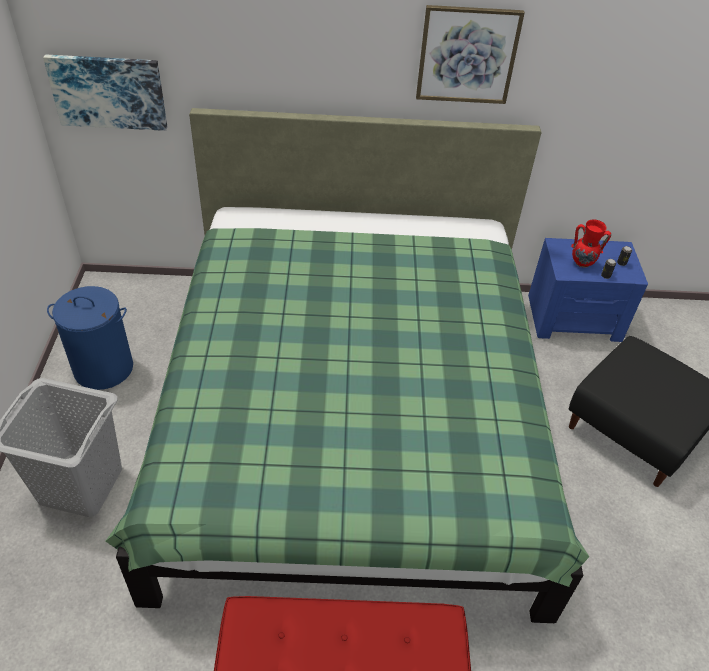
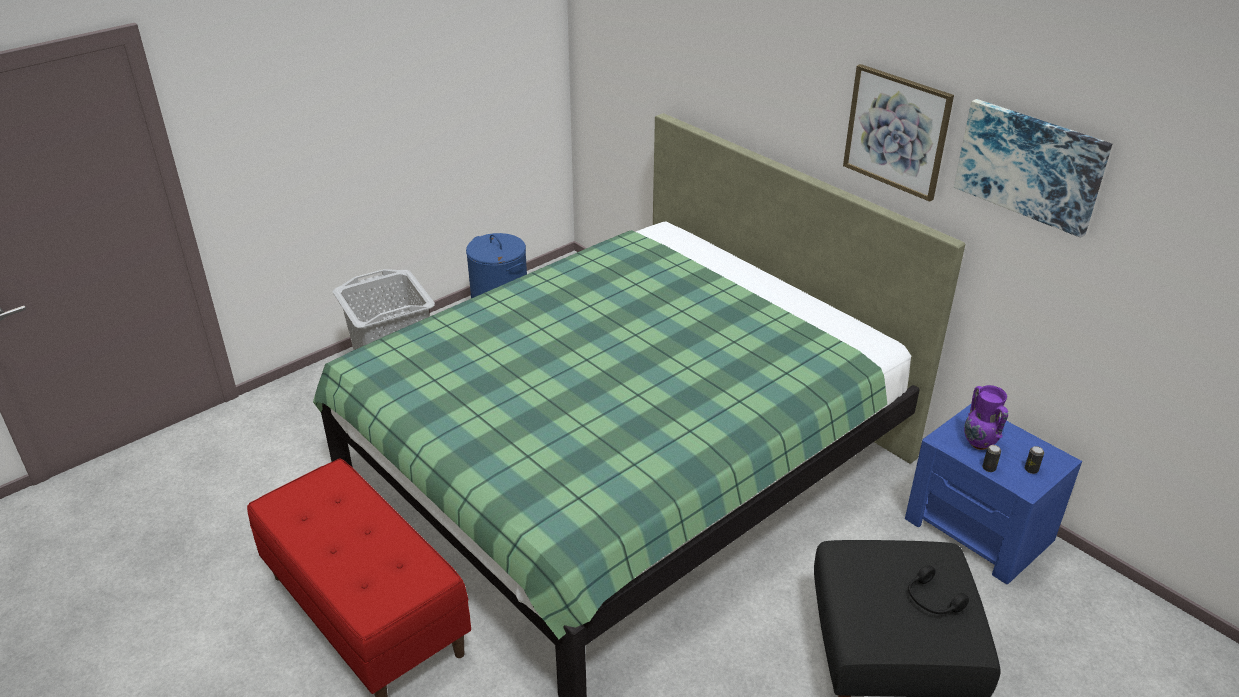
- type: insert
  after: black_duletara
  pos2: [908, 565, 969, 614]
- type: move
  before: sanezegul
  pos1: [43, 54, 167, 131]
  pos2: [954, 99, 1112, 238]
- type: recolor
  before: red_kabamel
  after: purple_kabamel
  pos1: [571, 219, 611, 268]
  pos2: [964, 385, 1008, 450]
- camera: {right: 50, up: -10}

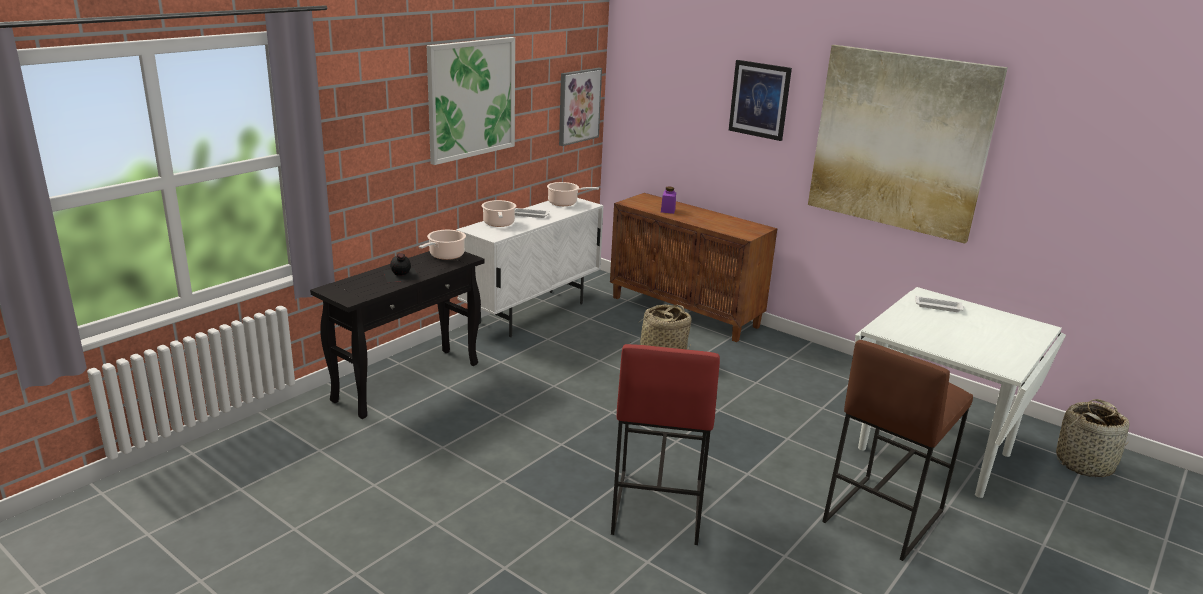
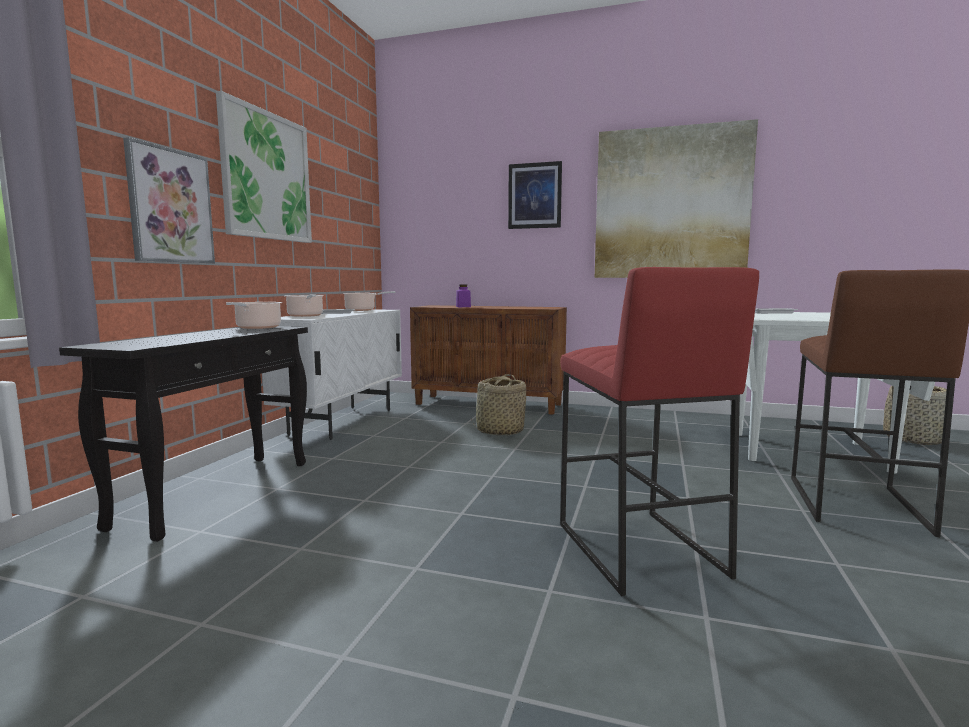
- type: move
  before: sanezegul
  pos1: [559, 68, 602, 146]
  pos2: [123, 137, 215, 264]
- type: delete
  before: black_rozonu
  pos1: [383, 253, 419, 282]
- camera: {right: -20, up: -15}

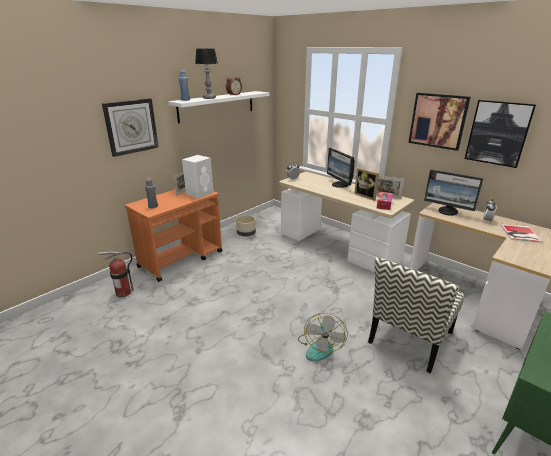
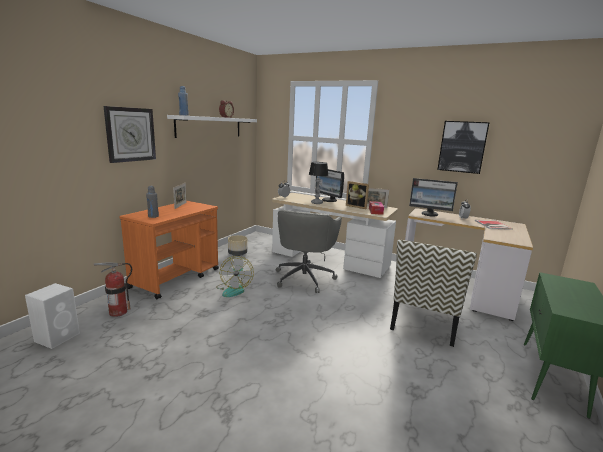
- type: move
  before: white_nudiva
  pos1: [182, 155, 213, 199]
  pos2: [25, 283, 80, 349]
- type: move
  before: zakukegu
  pos1: [298, 313, 348, 361]
  pos2: [216, 256, 254, 297]
- type: insert
  after: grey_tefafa
  pos2: [275, 210, 342, 293]
- type: move
  before: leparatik
  pos1: [195, 49, 218, 99]
  pos2: [309, 162, 329, 204]
- type: delete
  before: sanezegul
  pos1: [408, 93, 471, 151]
- camera: {right: -15, up: -10}

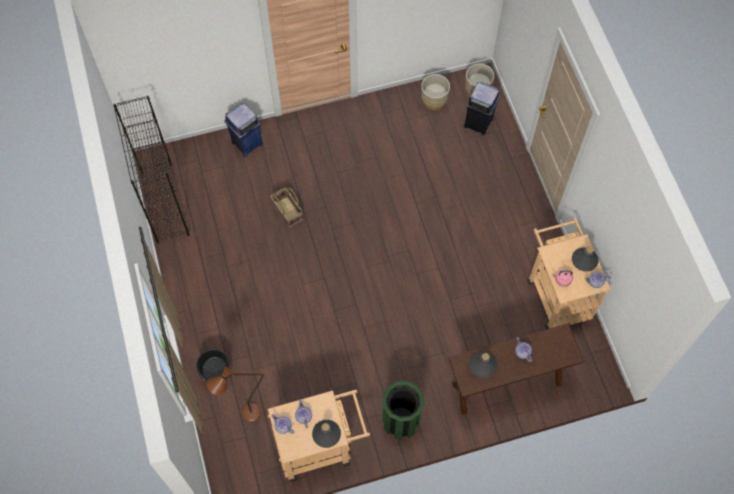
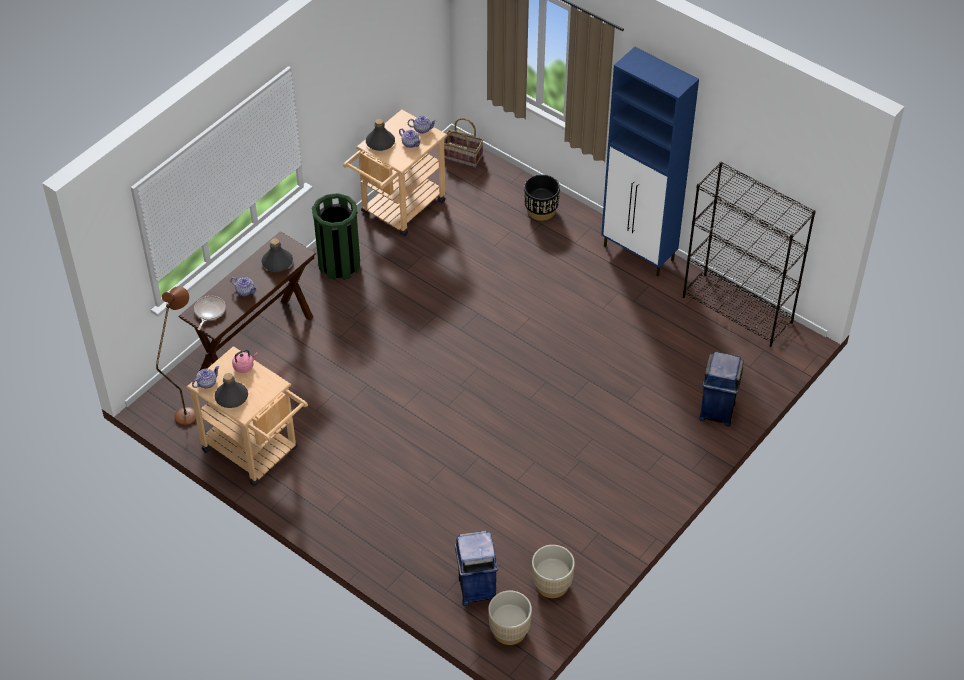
- type: move
  before: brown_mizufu
  pos1: [207, 367, 264, 422]
  pos2: [156, 286, 196, 426]
- type: insert
  after: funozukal
  pos2: [194, 296, 226, 330]
- type: move
  before: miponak
  pos1: [270, 187, 303, 228]
  pos2: [444, 118, 484, 168]
- type: insert
  after: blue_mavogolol
  pos2: [601, 47, 699, 276]
- camera: {right: 145, up: -15}

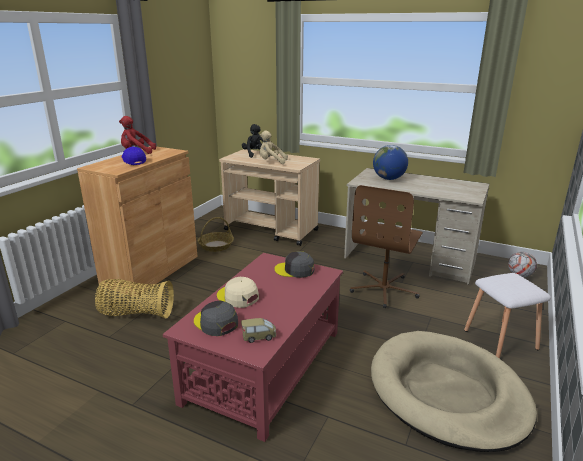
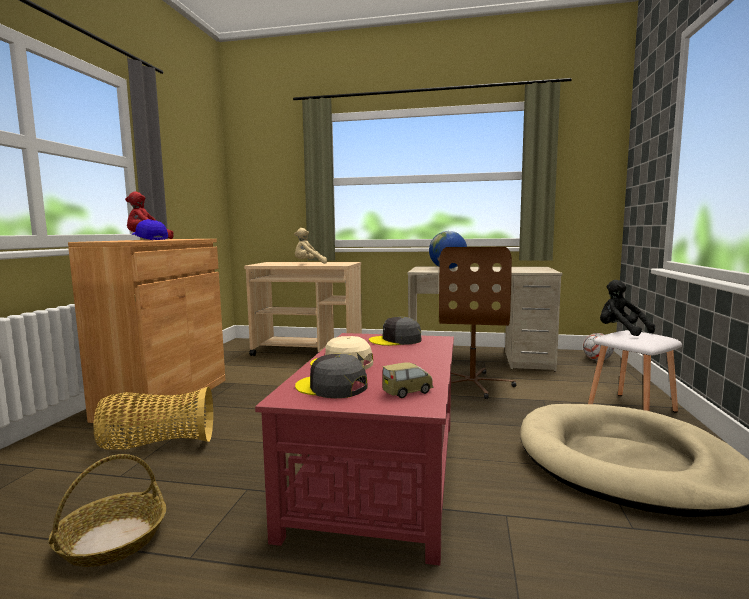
- type: move
  before: miponak
  pos1: [198, 217, 234, 252]
  pos2: [49, 454, 166, 567]
- type: move
  before: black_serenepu
  pos1: [242, 124, 264, 158]
  pos2: [600, 280, 655, 336]
- camera: {right: -15, up: -15}

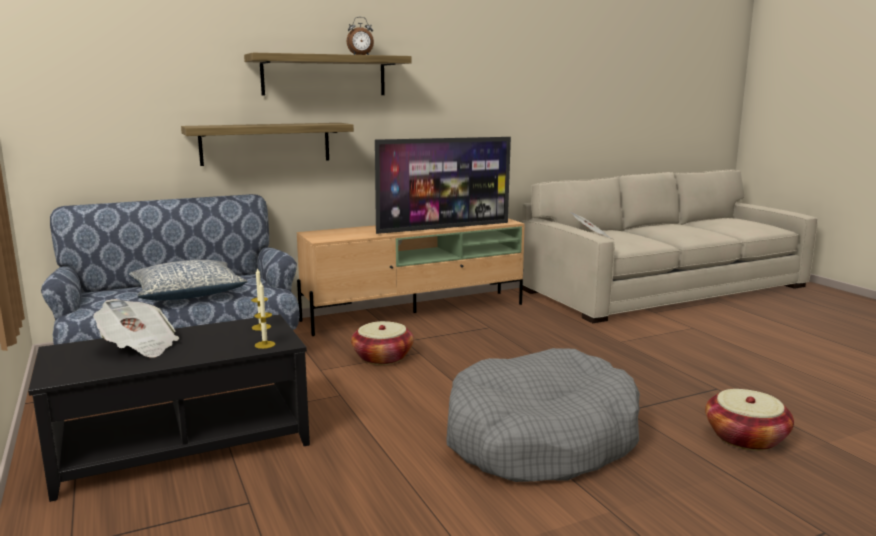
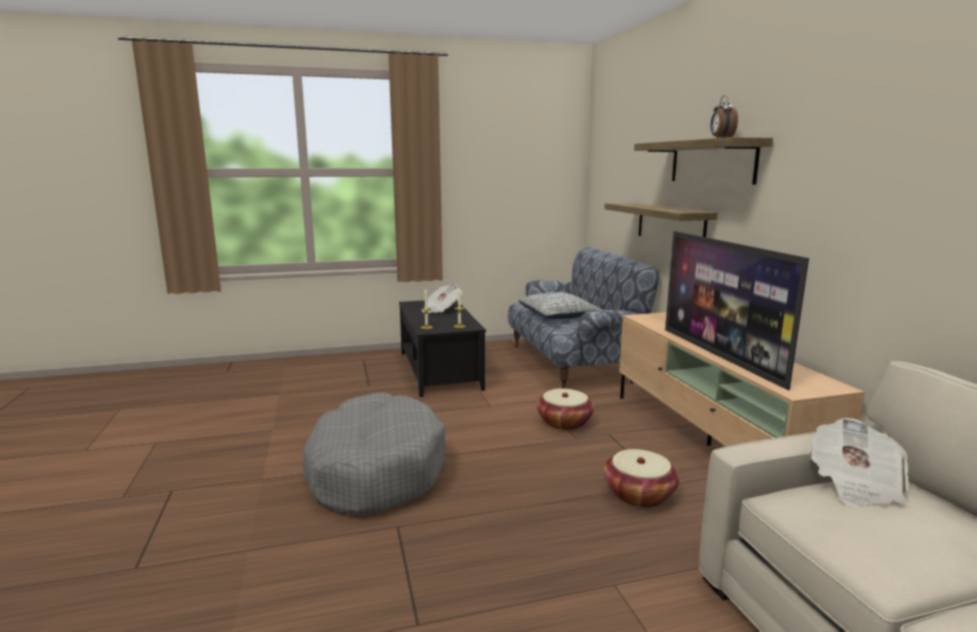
- type: move
  before: miponak
  pos1: [705, 389, 794, 451]
  pos2: [603, 449, 679, 508]
- camera: {right: 100, up: 0}

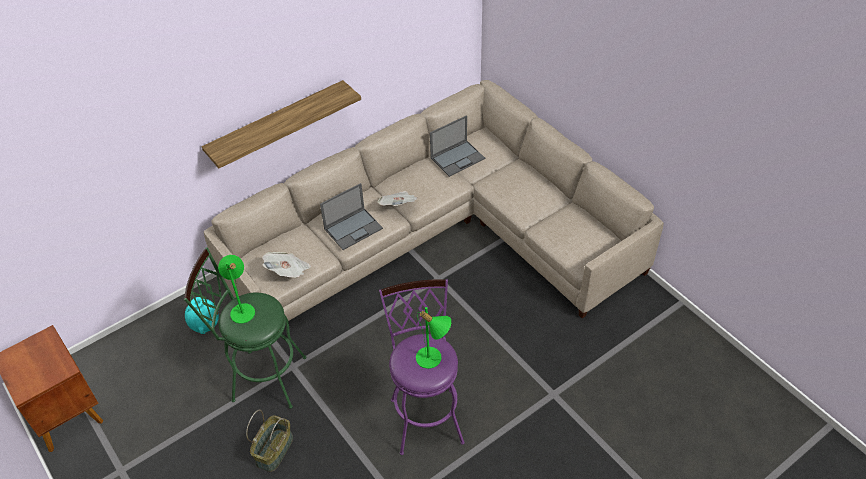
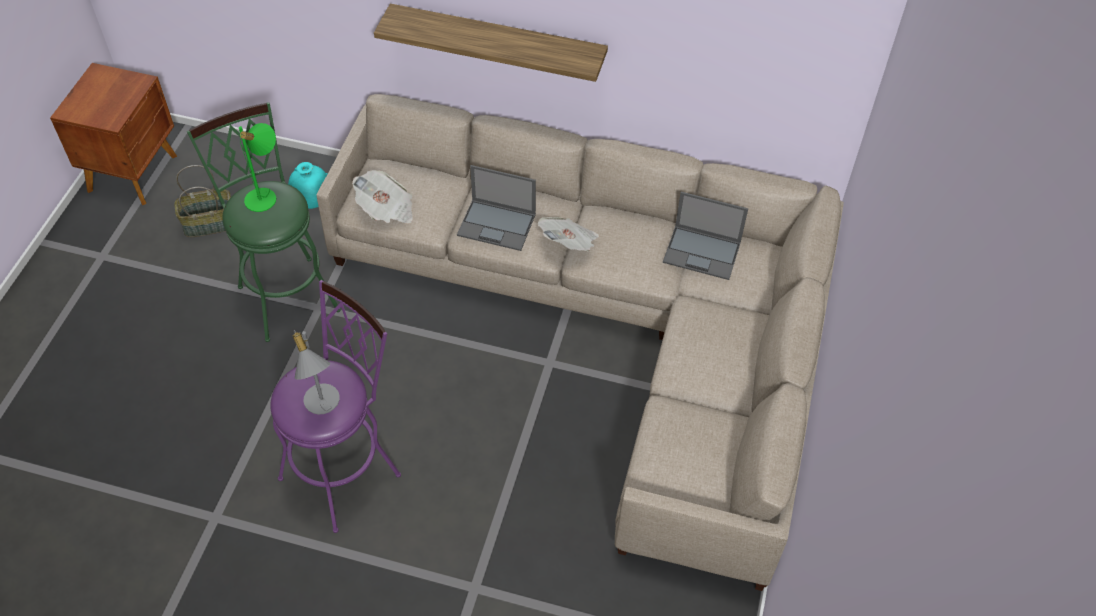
- type: move
  before: miponak
  pos1: [246, 410, 293, 472]
  pos2: [174, 165, 231, 237]
- type: recolor
  before: green_leparatik
  after: grey_leparatik
  pos1: [416, 307, 451, 369]
  pos2: [293, 330, 340, 415]
- camera: {right: 50, up: 5}

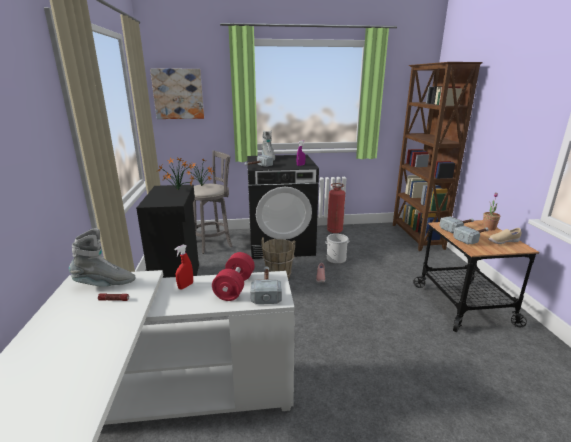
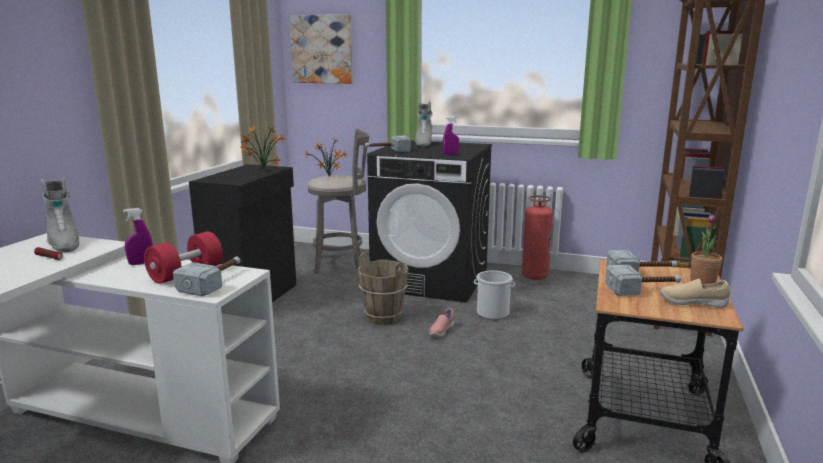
- type: rotate
  before: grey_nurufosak
  pos1: [69, 229, 136, 287]
  pos2: [41, 177, 79, 252]
  turn: 45
- type: recolor
  before: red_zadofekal
  after: purple_zadofekal
  pos1: [174, 244, 193, 289]
  pos2: [123, 208, 153, 265]
- camera: {right: 25, up: -5}

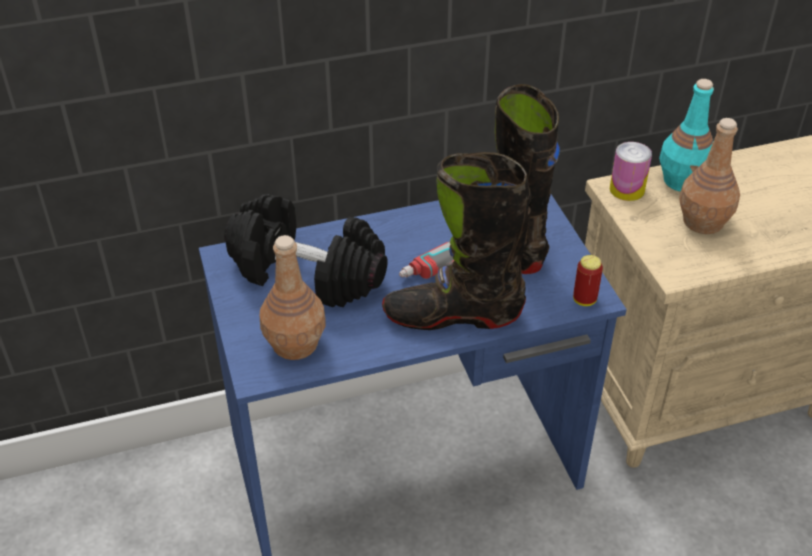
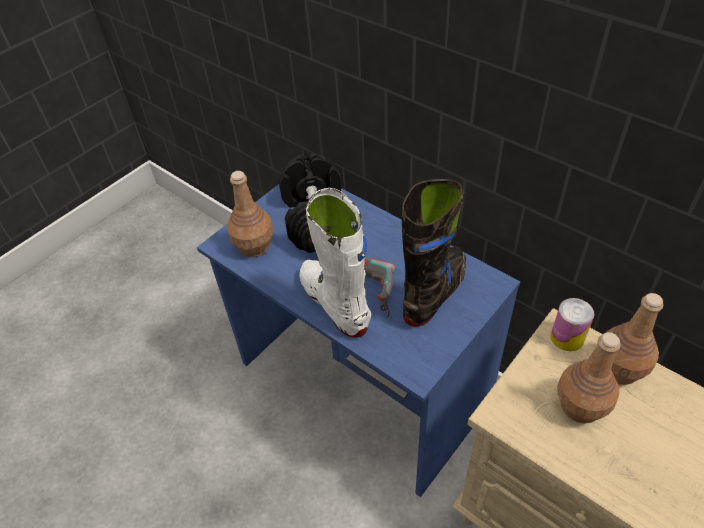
- type: recolor
  before: black_nurufosak
  after: white_nurufosak
  pos1: [382, 152, 531, 330]
  pos2: [299, 188, 371, 338]
- type: recolor
  before: turquoise_rozonu
  after: brown_rozonu
  pos1: [659, 79, 714, 192]
  pos2: [606, 293, 663, 385]
- type: delete
  before: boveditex
  pos1: [573, 255, 603, 306]
- camera: {right: 60, up: 5}

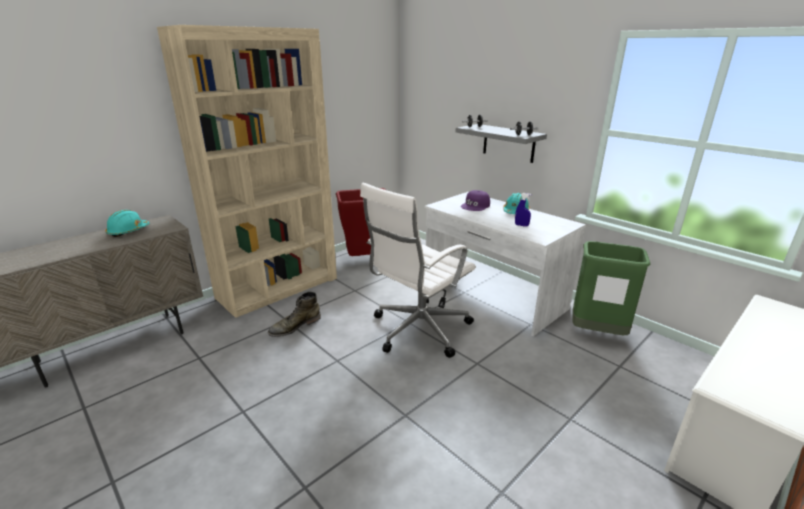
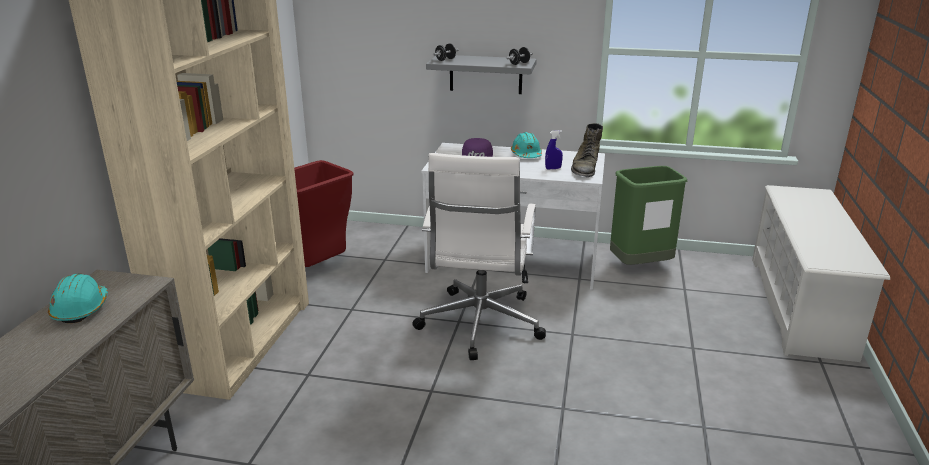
- type: move
  before: green_nurufosak
  pos1: [268, 292, 321, 337]
  pos2: [571, 123, 603, 177]
- camera: {right: -35, up: 0}

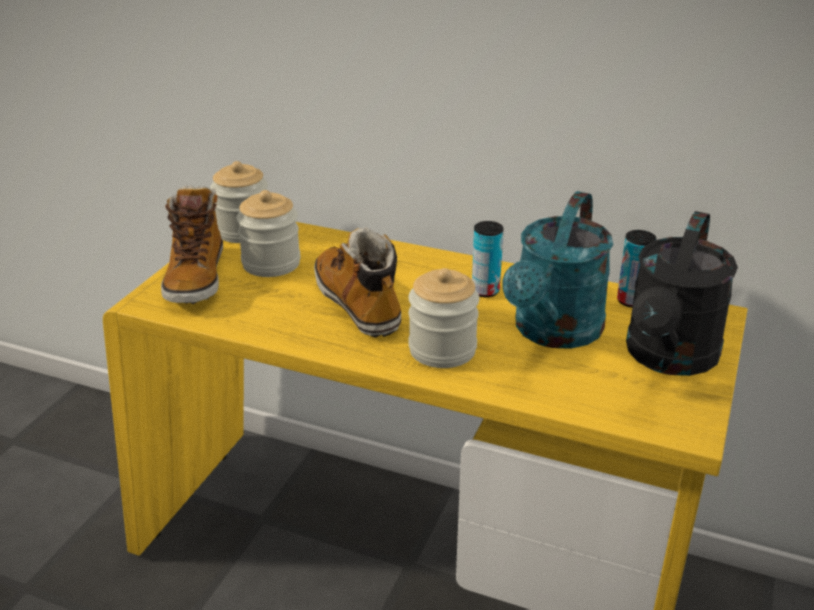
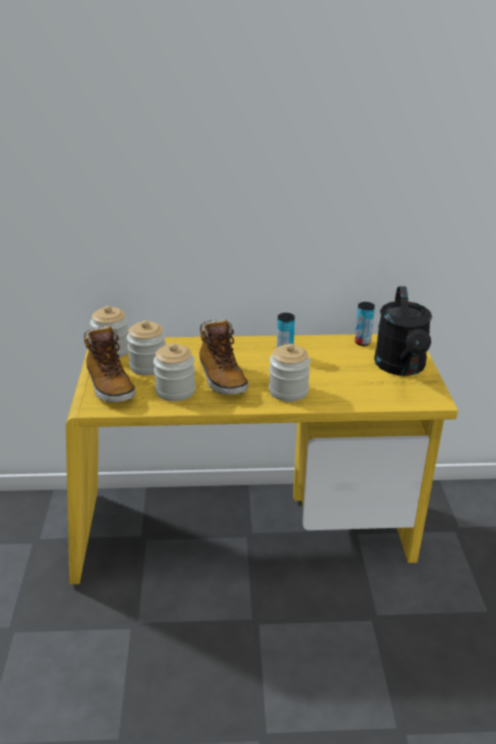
- type: insert
  after: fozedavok
  pos2: [153, 343, 195, 401]
- type: rotate
  before: nurufosak
  pos1: [314, 227, 401, 338]
  pos2: [199, 319, 248, 395]
  turn: -150
- type: delete
  before: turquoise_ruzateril
  pos1: [503, 191, 613, 349]
- camera: {right: -25, up: 0}

